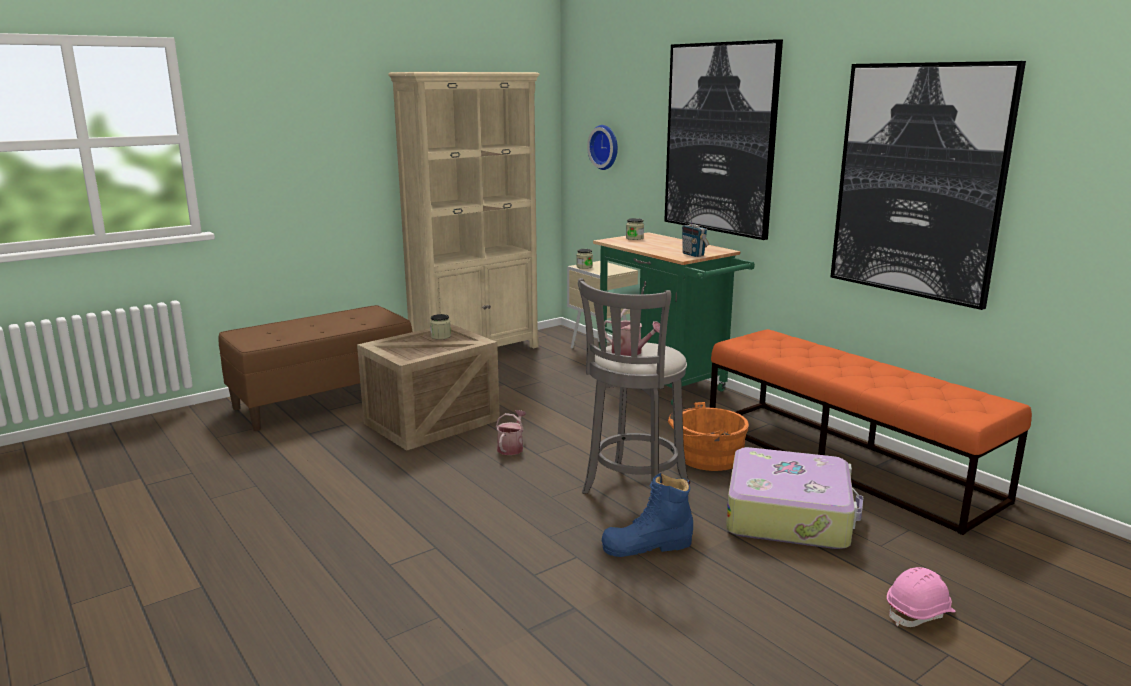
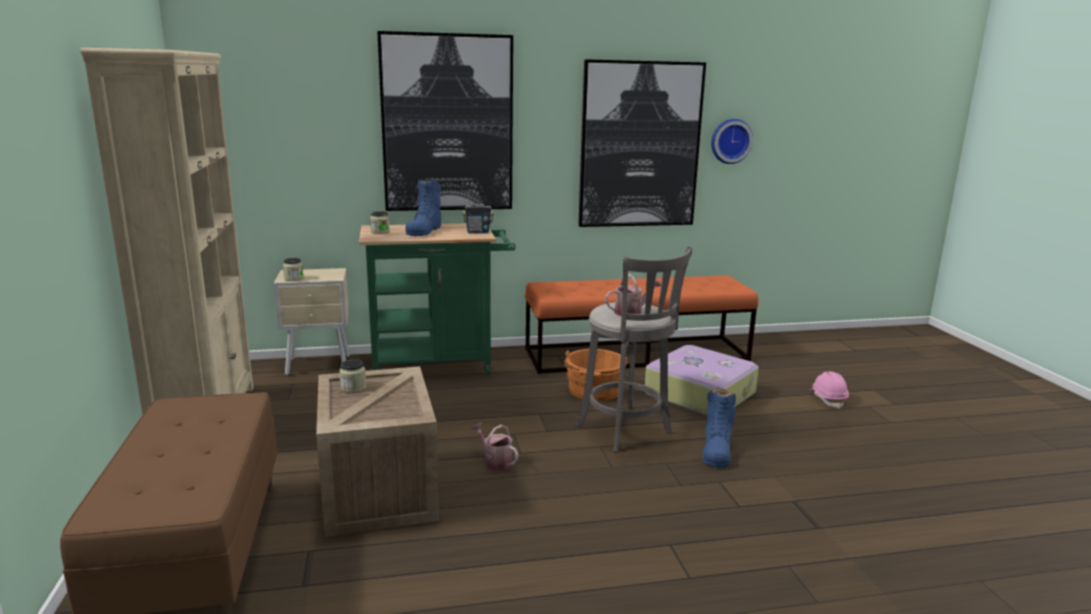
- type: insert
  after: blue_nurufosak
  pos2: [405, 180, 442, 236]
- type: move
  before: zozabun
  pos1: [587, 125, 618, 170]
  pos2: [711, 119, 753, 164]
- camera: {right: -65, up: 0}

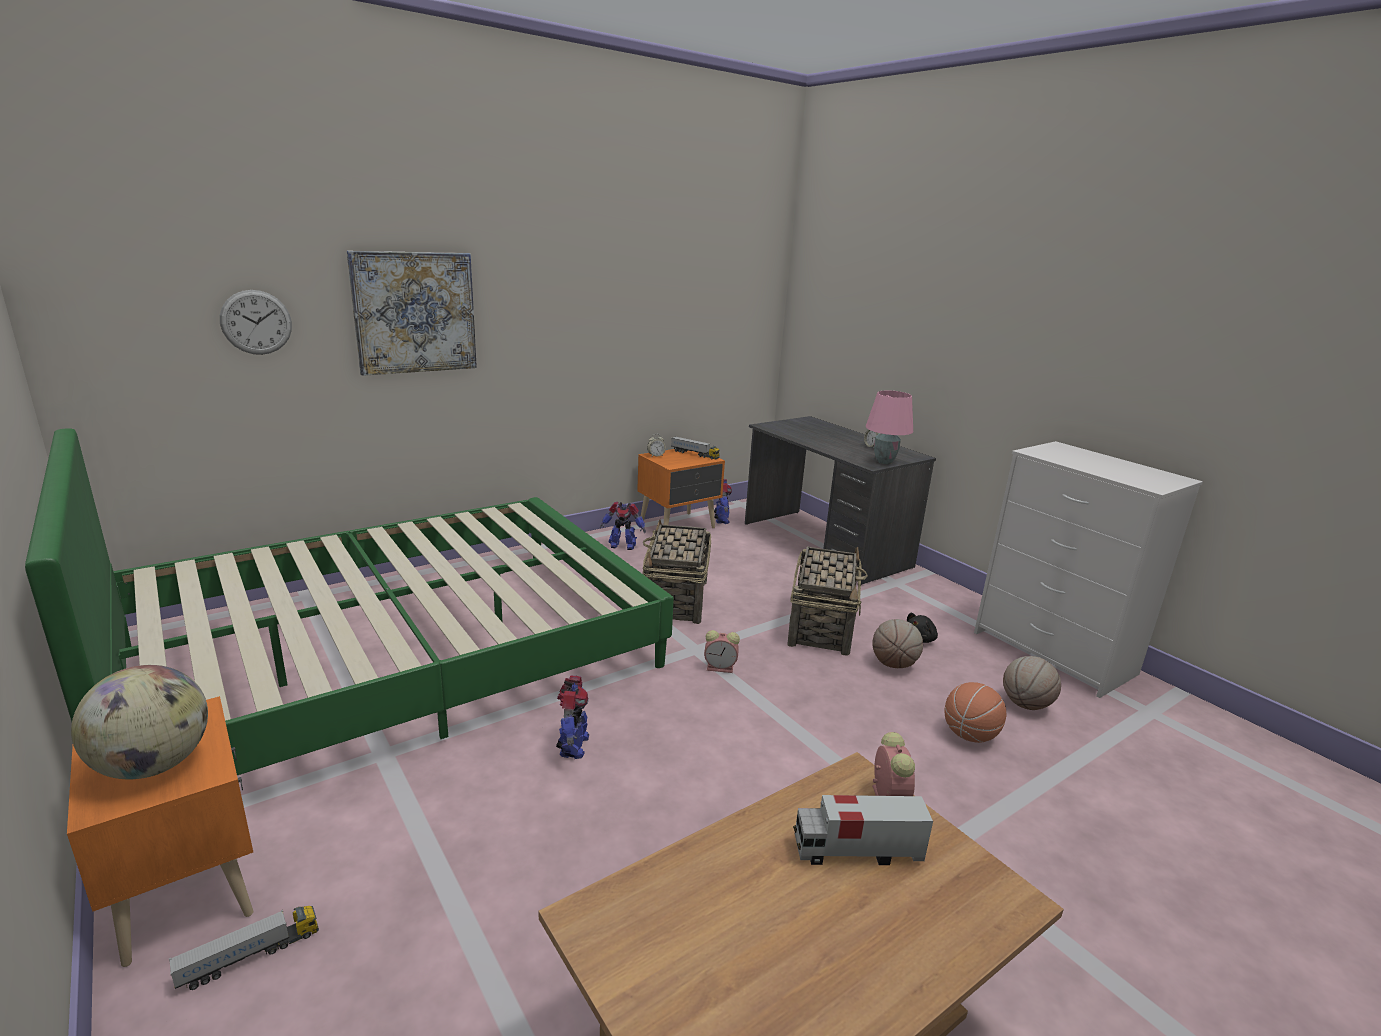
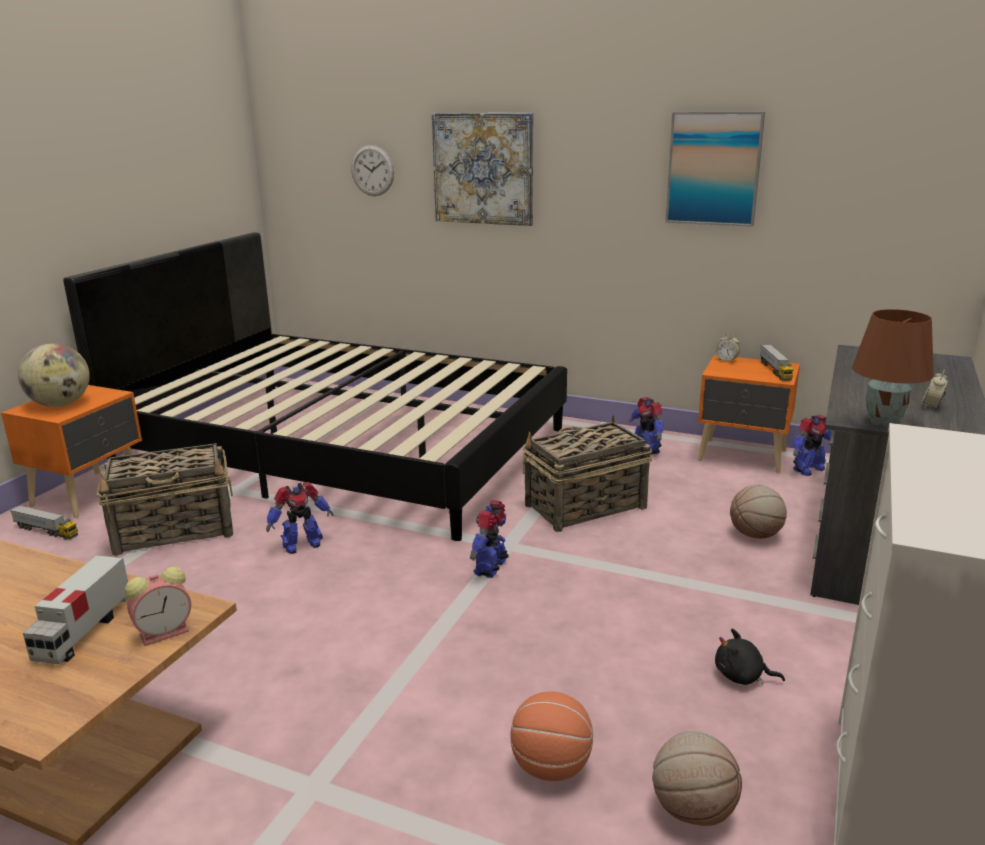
- type: rotate
  before: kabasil
  pos1: [793, 795, 933, 865]
  pos2: [23, 555, 128, 664]
  turn: -135
- type: recolor
  before: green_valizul
  after: black_valizul
  pos1: [25, 428, 674, 775]
  pos2: [63, 232, 567, 541]
- type: move
  before: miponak
  pos1: [787, 547, 868, 656]
  pos2: [97, 443, 233, 556]
- type: replace
  before: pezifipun
  after: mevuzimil
  pos1: [704, 630, 740, 673]
  pos2: [470, 500, 509, 578]
- type: insert
  after: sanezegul
  pos2: [665, 112, 765, 227]
- type: move
  before: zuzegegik
  pos1: [872, 619, 923, 668]
  pos2: [730, 485, 787, 539]
- type: recolor
  before: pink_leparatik
  after: brown_leparatik
  pos1: [866, 390, 913, 464]
  pos2: [852, 309, 934, 427]
- camera: {right: 60, up: 0}

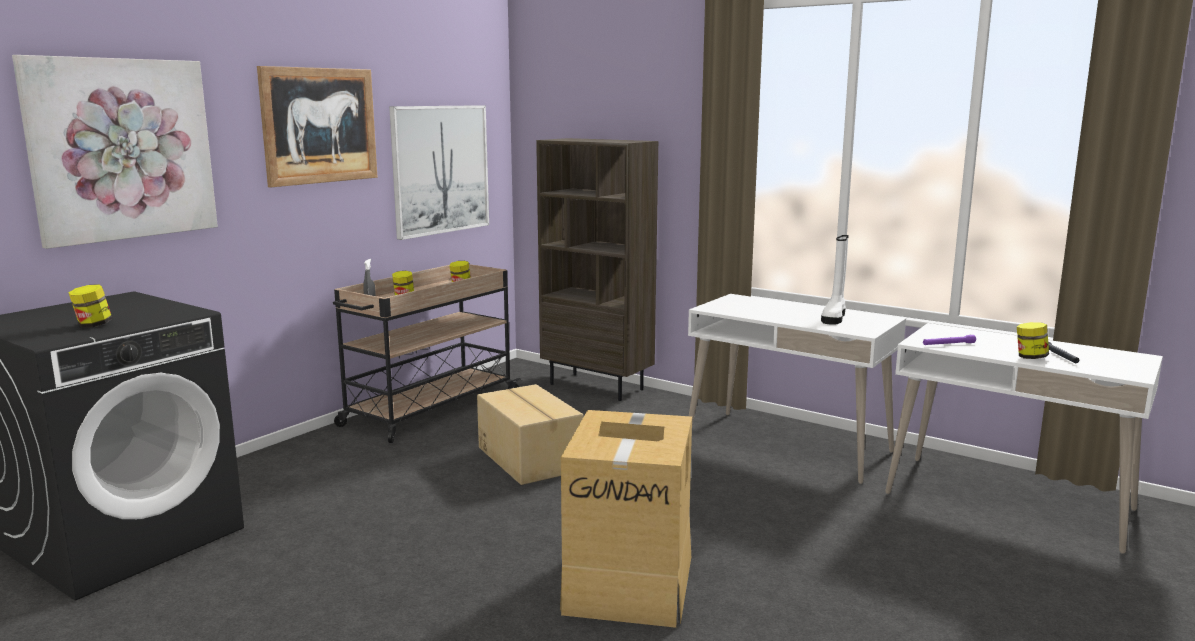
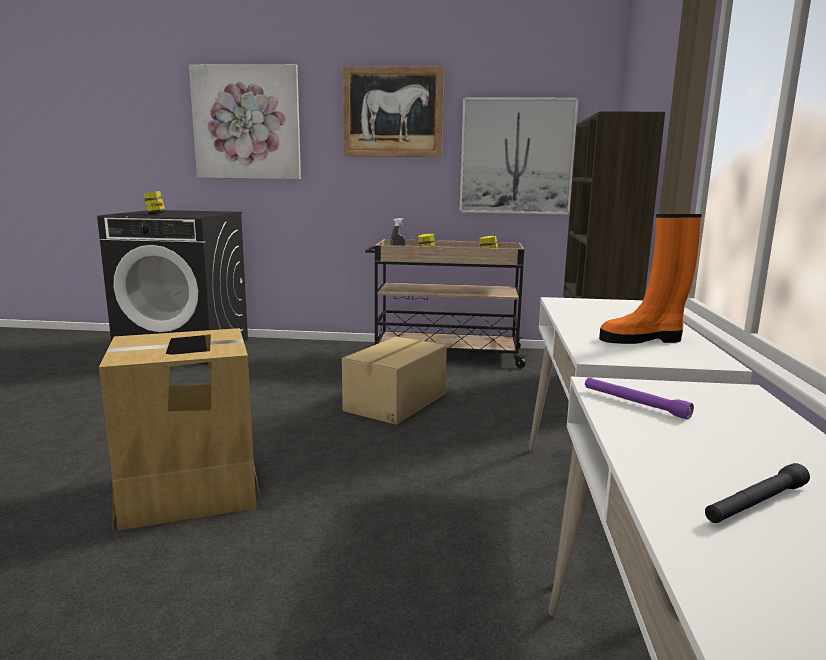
- type: recolor
  before: white_nurufosak
  after: orange_nurufosak
  pos1: [821, 235, 849, 325]
  pos2: [599, 214, 702, 344]
- type: delete
  before: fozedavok
  pos1: [1017, 322, 1049, 359]
- camera: {right: 60, up: 0}

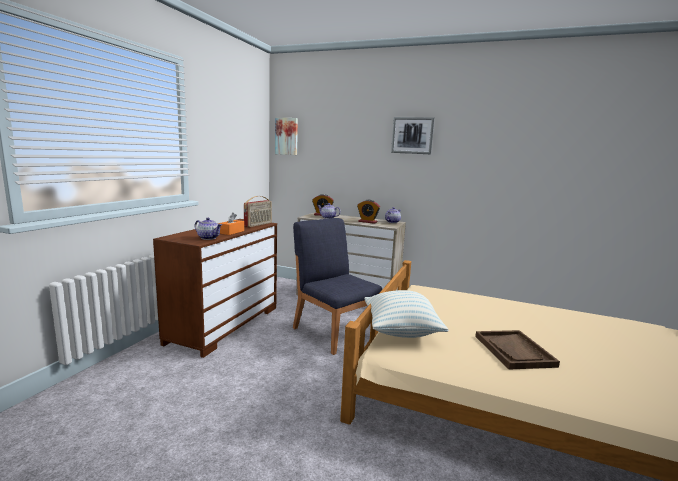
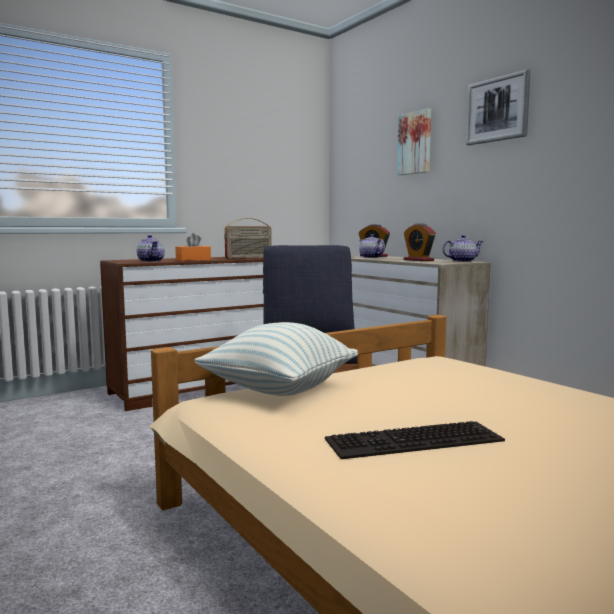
- type: replace
  before: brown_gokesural
  after: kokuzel
  pos1: [475, 330, 560, 370]
  pos2: [325, 421, 505, 459]
- type: move
  before: sanezegul
  pos1: [275, 118, 298, 155]
  pos2: [397, 108, 431, 175]
- camera: {right: 35, up: -5}

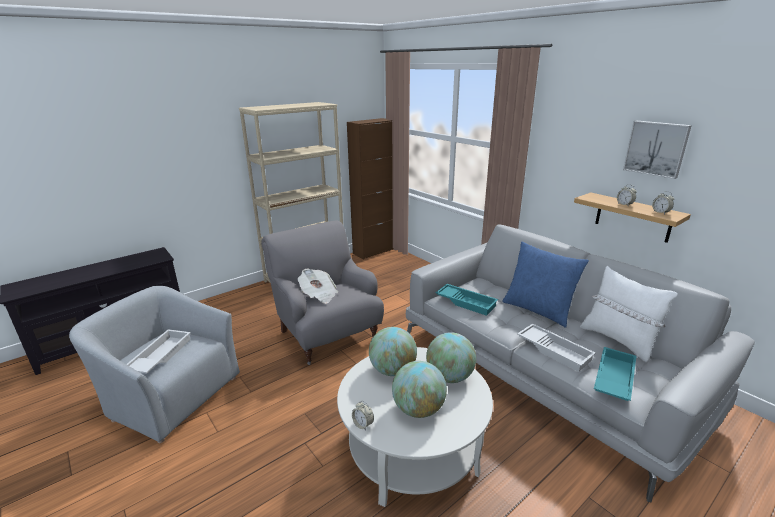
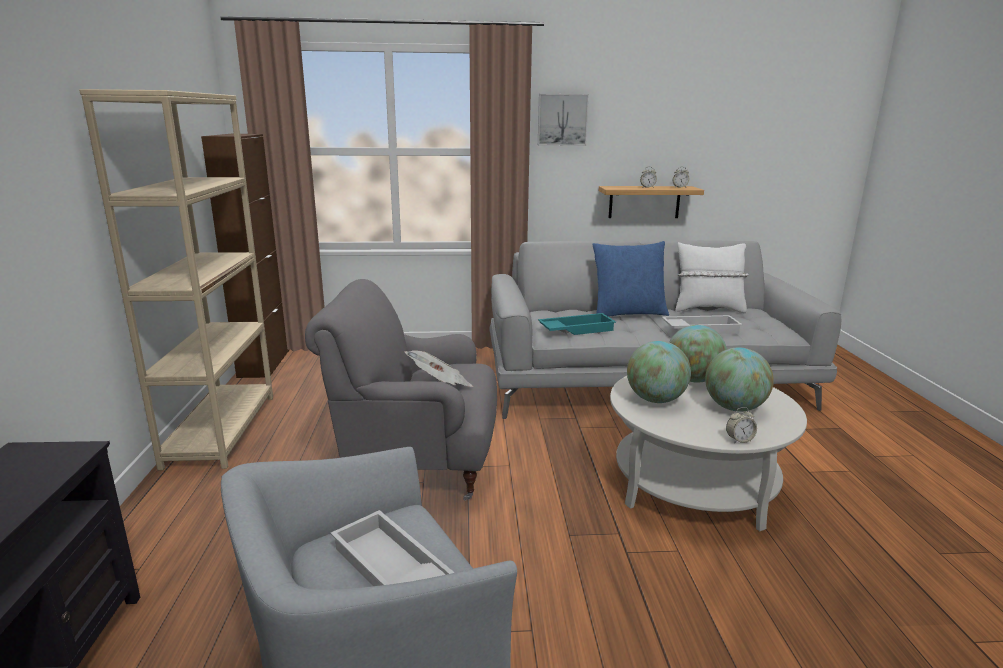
- type: move
  before: sanezegul
  pos1: [623, 121, 692, 179]
  pos2: [538, 94, 589, 146]
- type: delete
  before: turquoise_gokesural
  pos1: [594, 347, 636, 401]
- camera: {right: -55, up: -5}

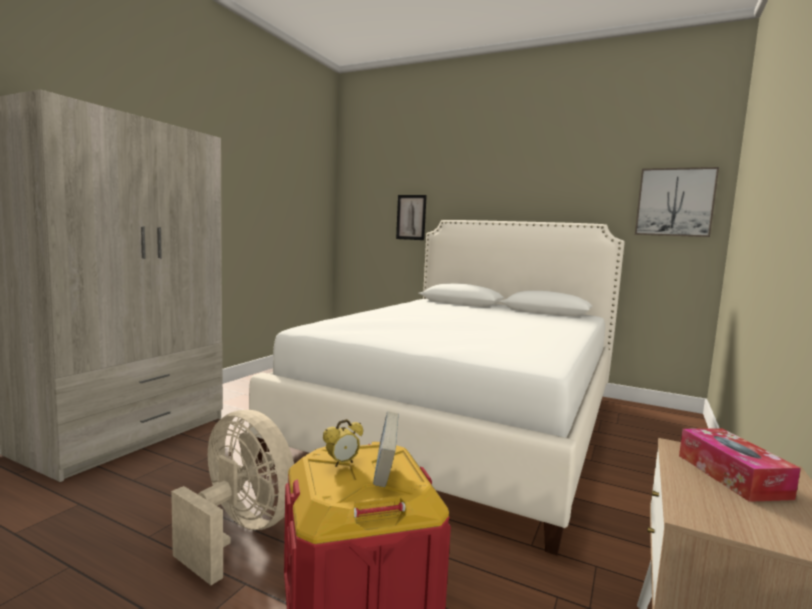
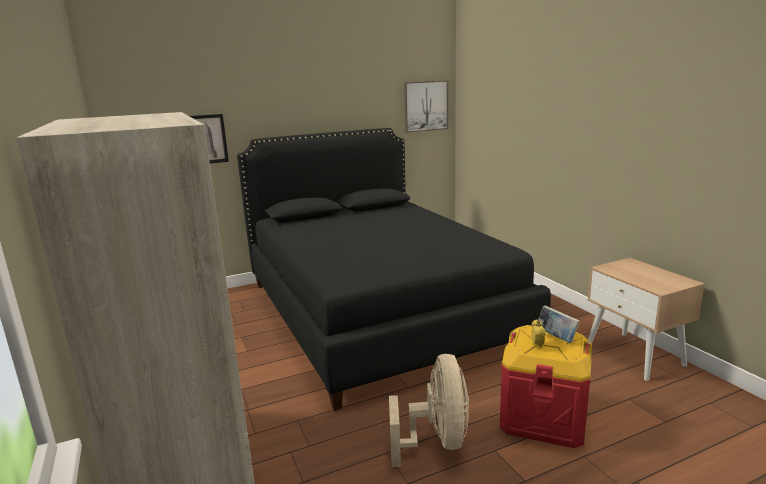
- type: recolor
  before: white_valizul
  after: black_valizul
  pos1: [249, 220, 625, 555]
  pos2: [237, 128, 551, 411]
- type: rotate
  before: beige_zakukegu
  pos1: [171, 410, 294, 585]
  pos2: [389, 354, 469, 467]
  turn: 105
- type: delete
  before: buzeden
  pos1: [679, 428, 801, 502]
- camera: {right: -50, up: 10}

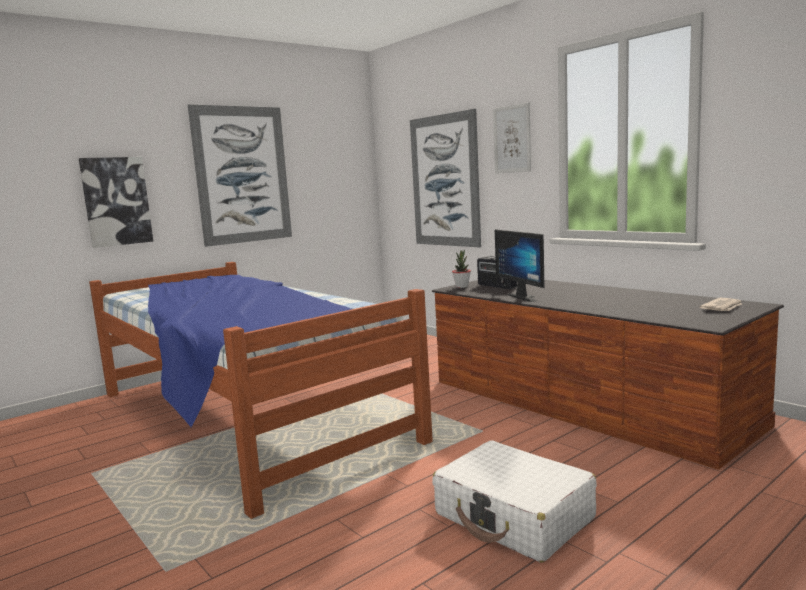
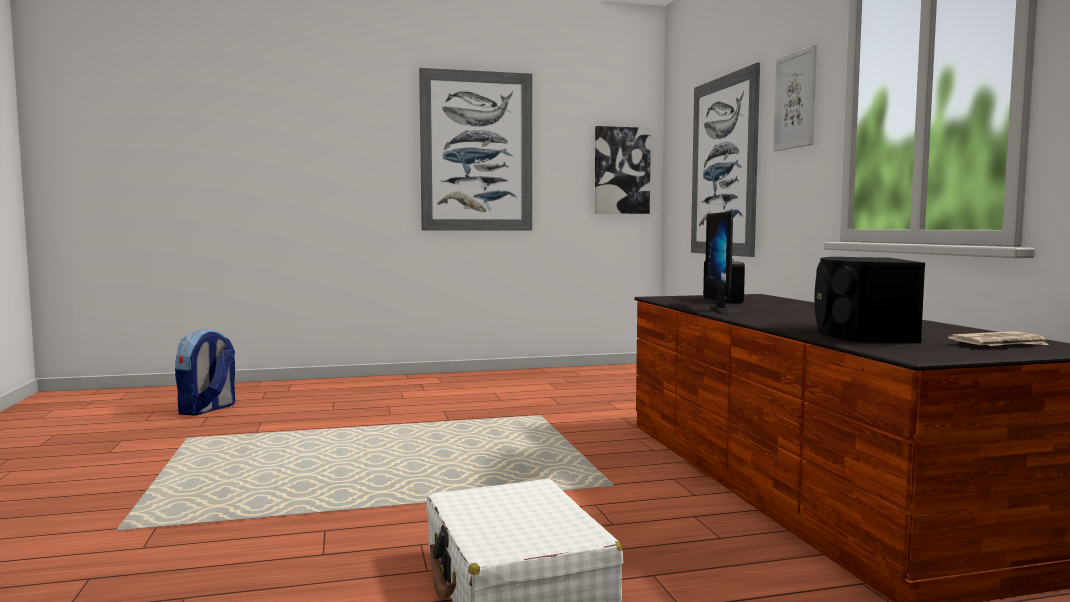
- type: insert
  after: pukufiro
  pos2: [175, 329, 235, 415]
- type: move
  before: sanezegul
  pos1: [79, 157, 153, 248]
  pos2: [595, 126, 651, 214]
- type: insert
  after: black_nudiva
  pos2: [814, 257, 925, 343]
- type: delete
  before: valizul
  pos1: [89, 262, 433, 519]
- type: delete
  before: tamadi
  pos1: [452, 249, 471, 288]
- camera: {right: 25, up: -5}

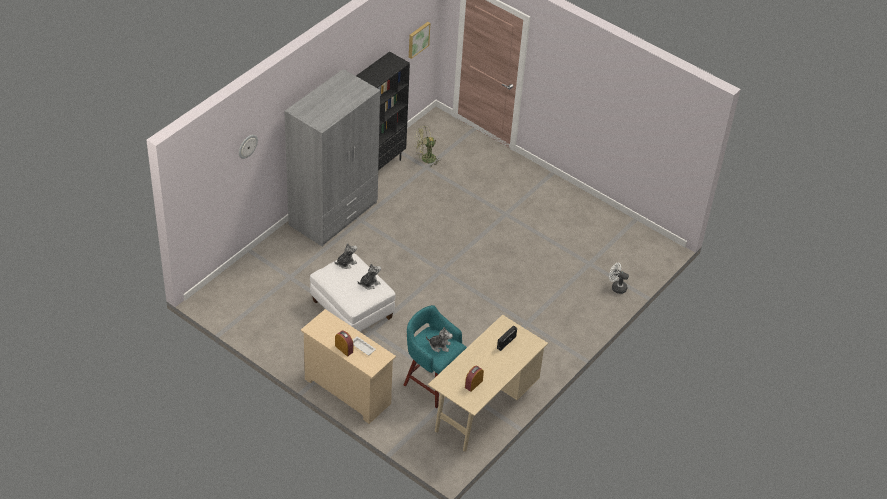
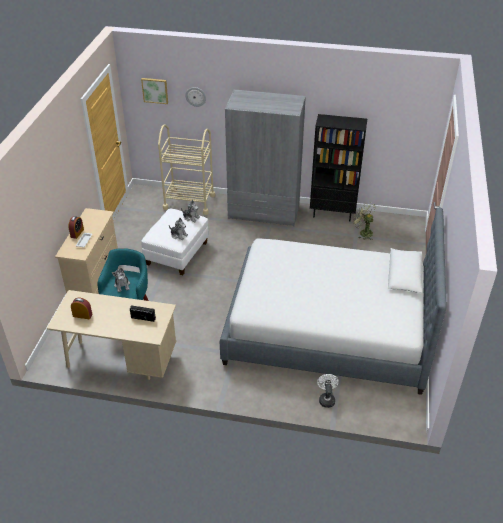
- type: move
  before: sanezegul
  pos1: [409, 22, 430, 59]
  pos2: [141, 78, 168, 104]
- type: insert
  after: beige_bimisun
  pos2: [158, 124, 215, 215]
- type: insert
  after: valizul
  pos2: [220, 207, 447, 395]
- camera: {right: 65, up: -5}

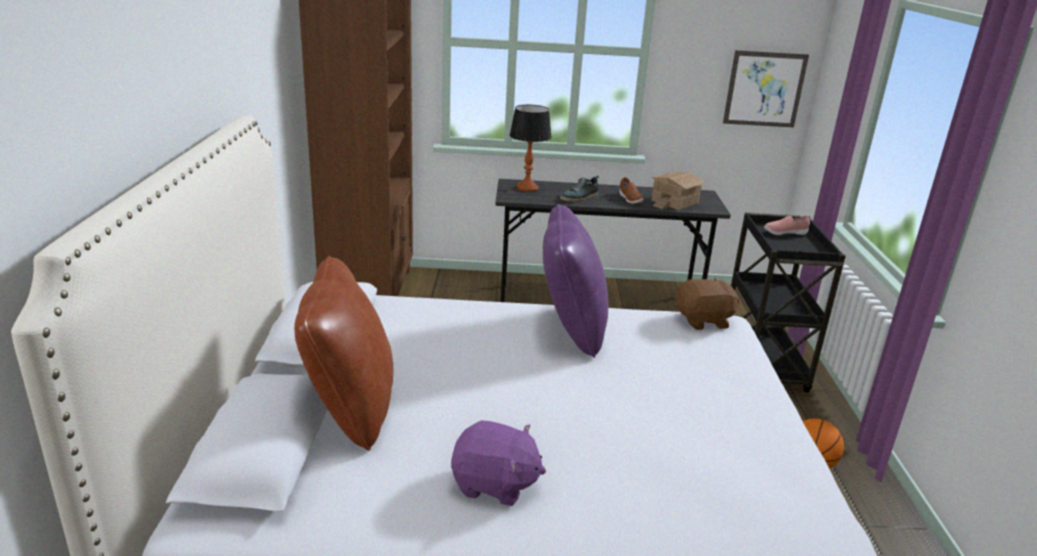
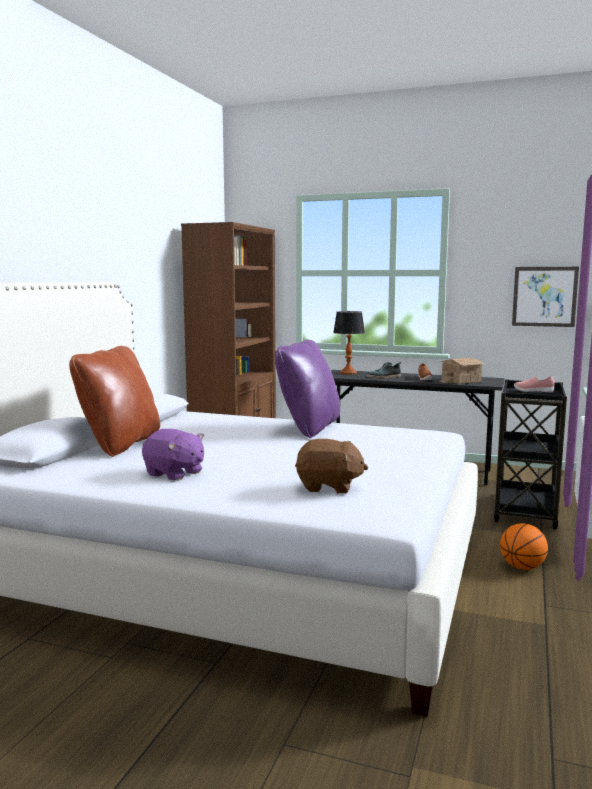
- type: move
  before: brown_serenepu
  pos1: [675, 277, 740, 330]
  pos2: [295, 439, 368, 493]
- camera: {right: 20, up: -15}

